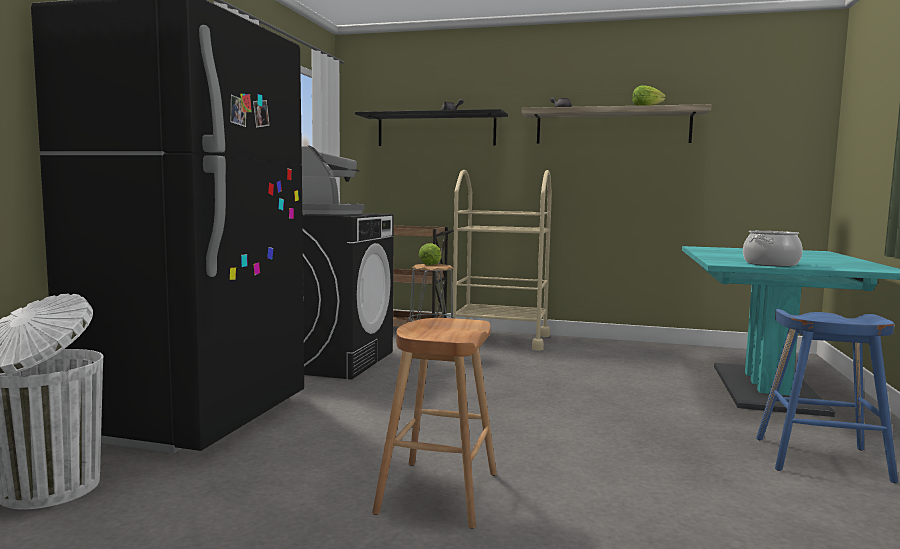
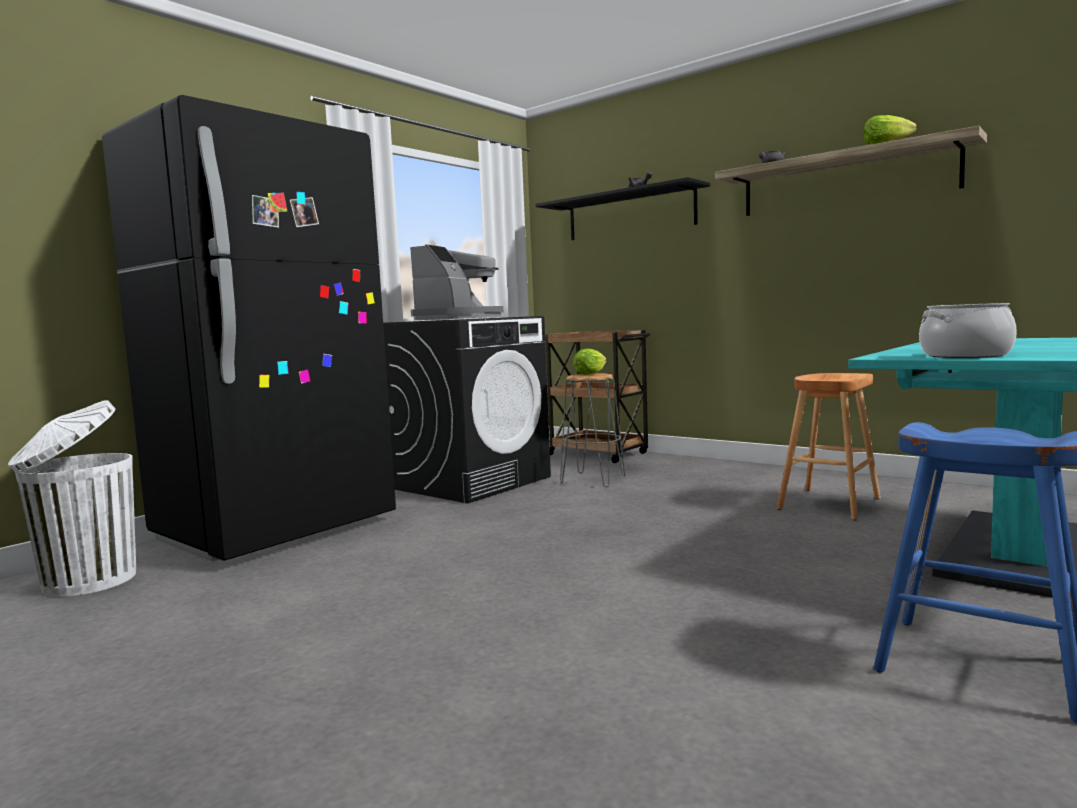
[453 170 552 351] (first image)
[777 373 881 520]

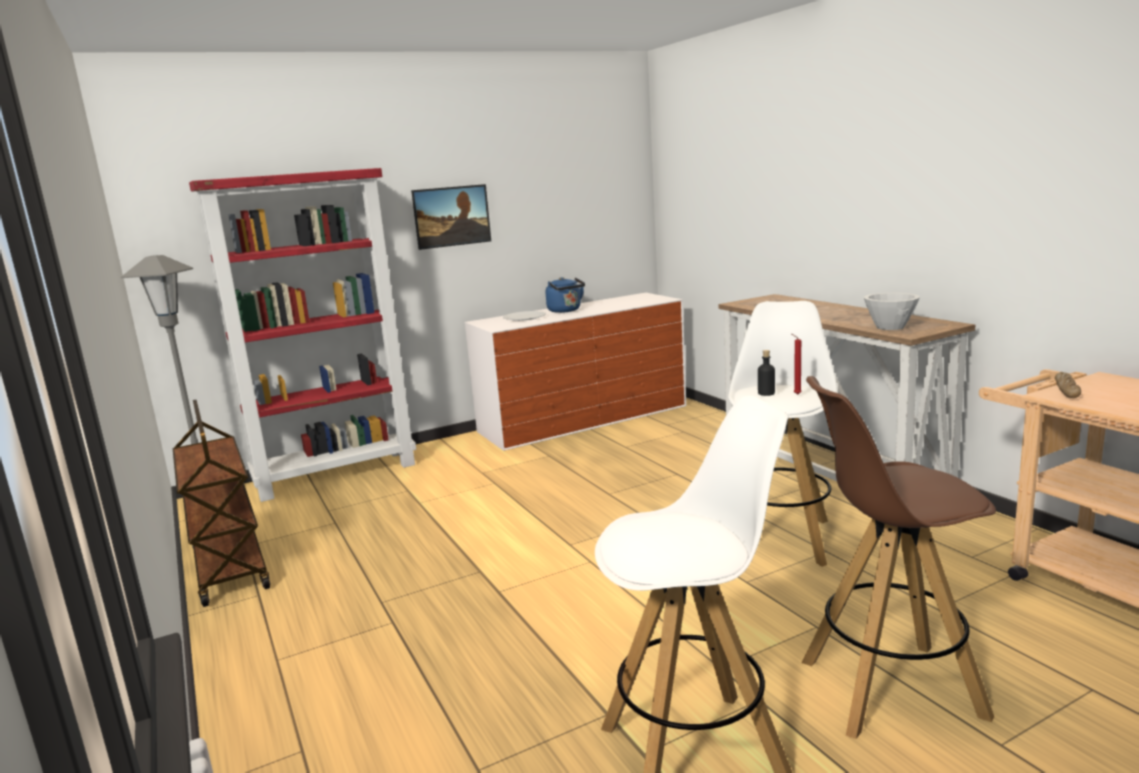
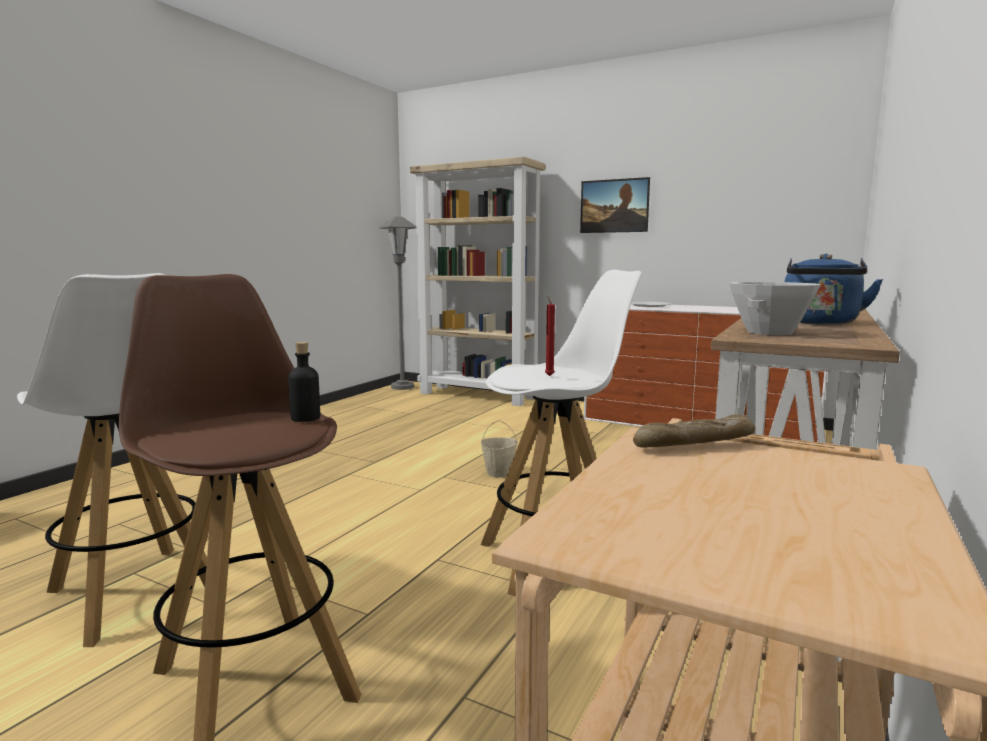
[410 157 545 406]
[785 254 883 325]
[288 342 320 422]
[172 400 270 607] (first image)
[481 420 518 478]

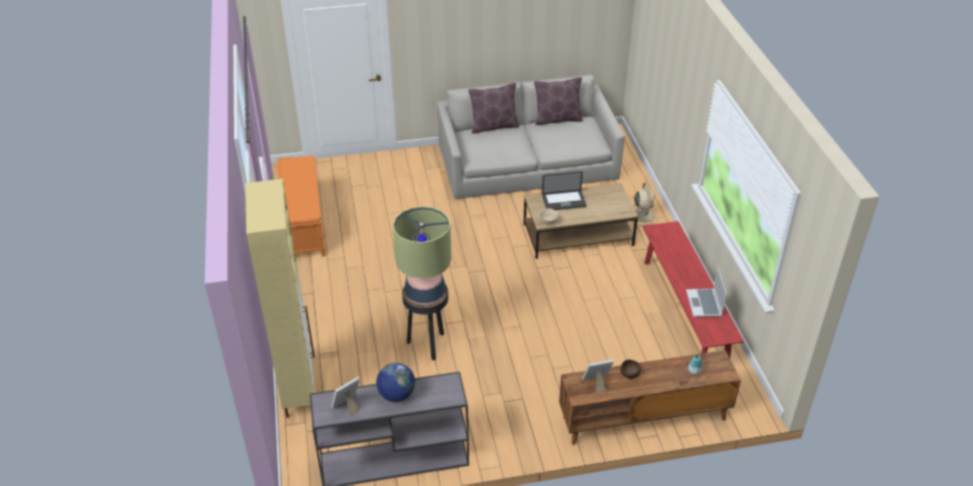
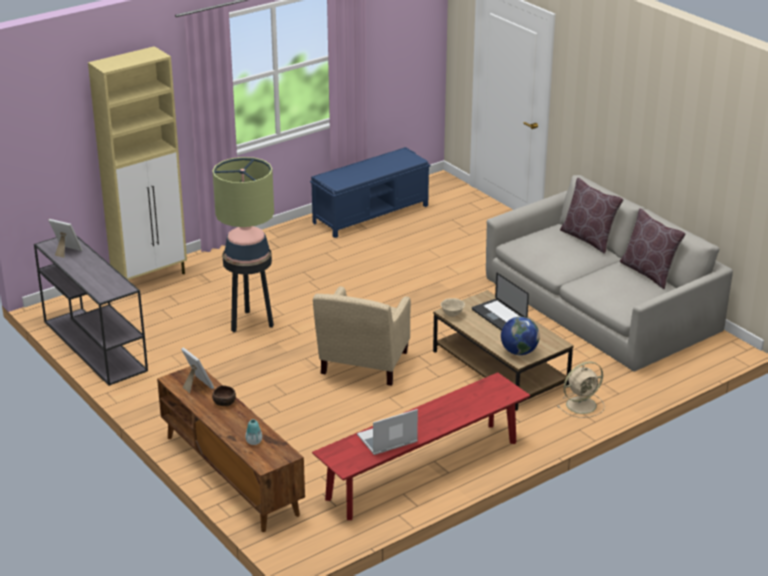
[310 147 430 238]
[501 317 540 355]
[313 286 411 386]

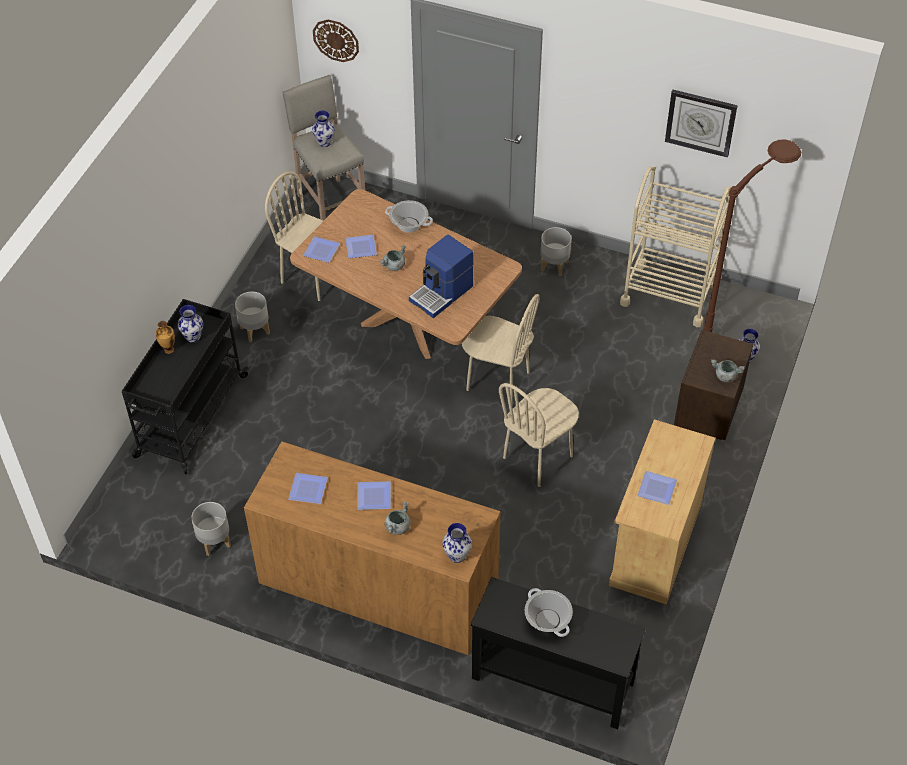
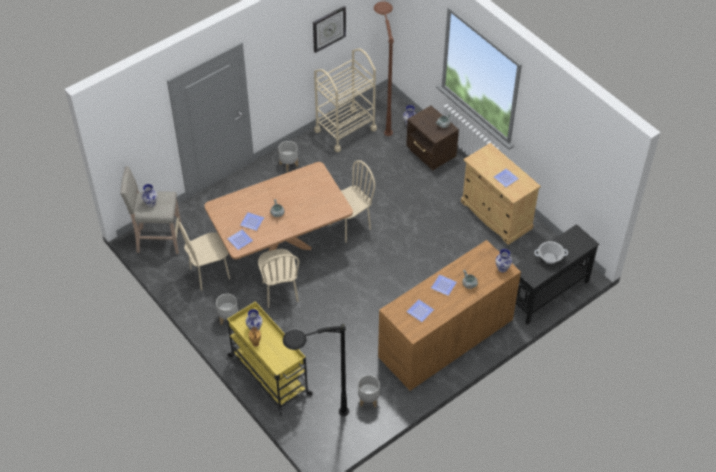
[313 19 359 62] (first image)
[385 200 433 233] (first image)
[409 235 474 318] (first image)
[226 301 313 416]
[258 249 300 308]
[283 324 349 416]

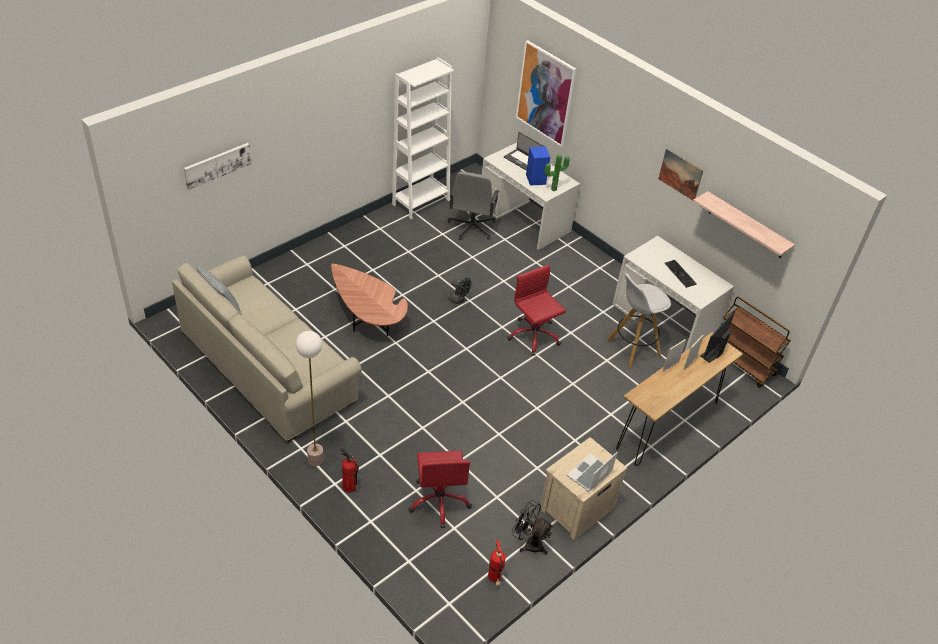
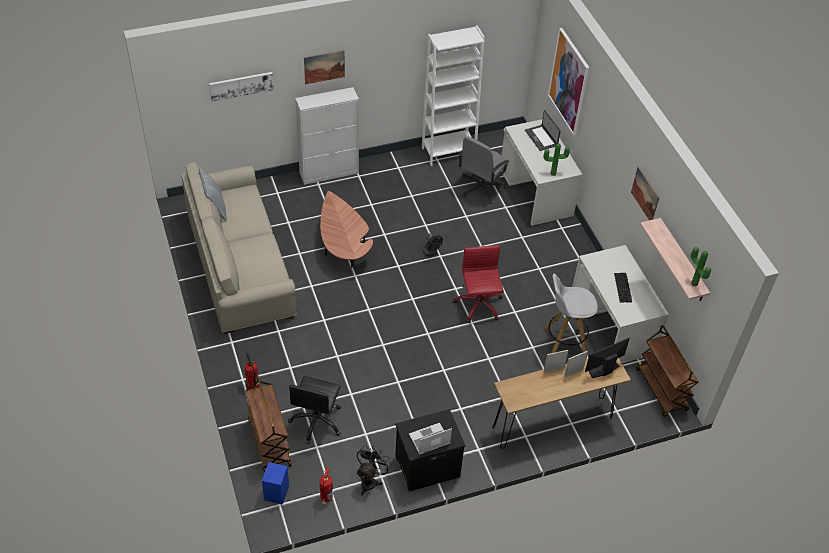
[262 462 289 505]
[296 331 324 466] (first image)
[395 409 466 492]
[288 376 341 444]
[356 445 392 495]
[304 50 345 84]
[295 87 359 185]
[691 247 711 287]
[245 375 291 473]

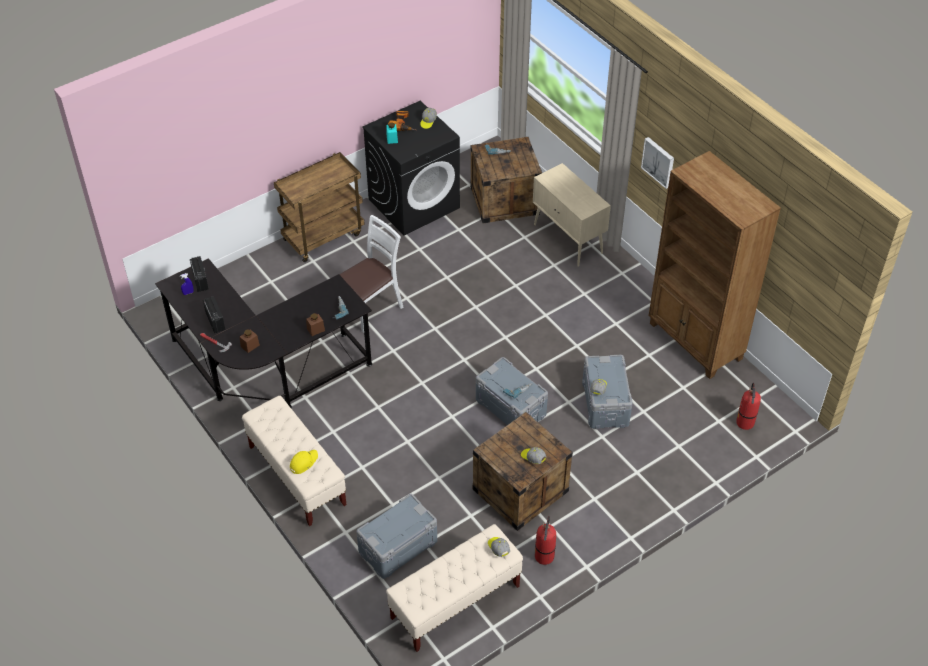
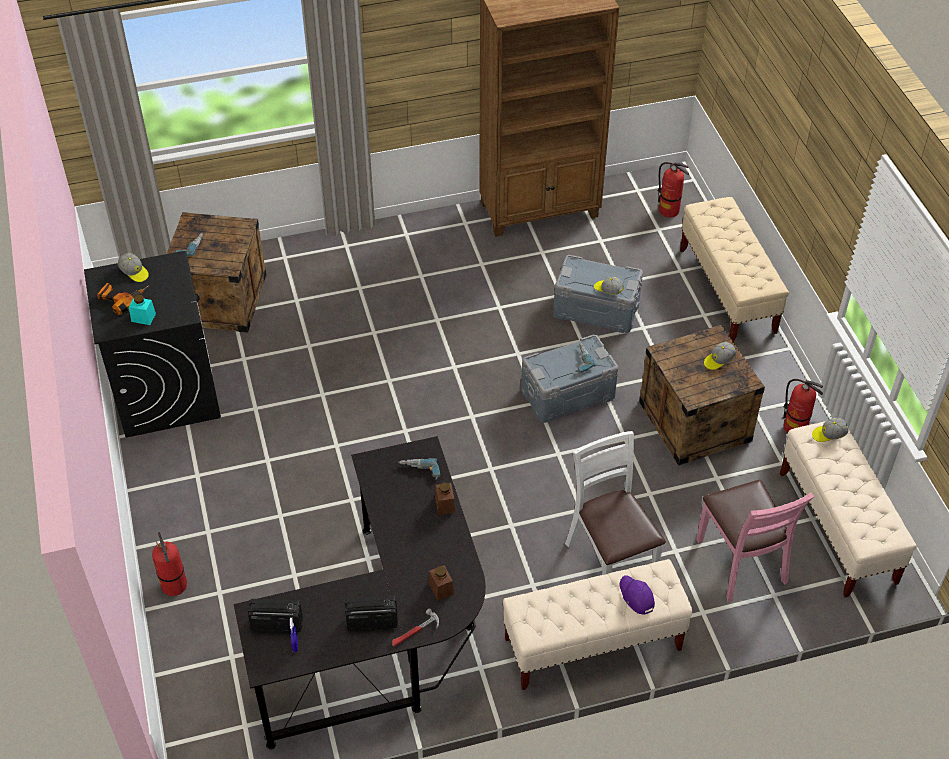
[641 137 674 189] (first image)
[274 152 365 262] (first image)
[533 163 611 267] (first image)
[565 431 666 575]
[619 575 655 615]
[696 480 814 602]
[680 197 789 342]
[152 532 187 596]

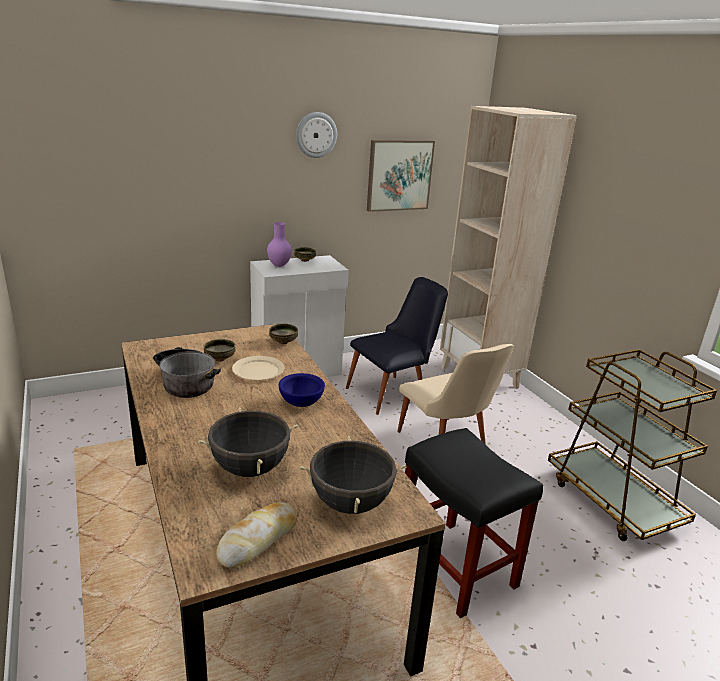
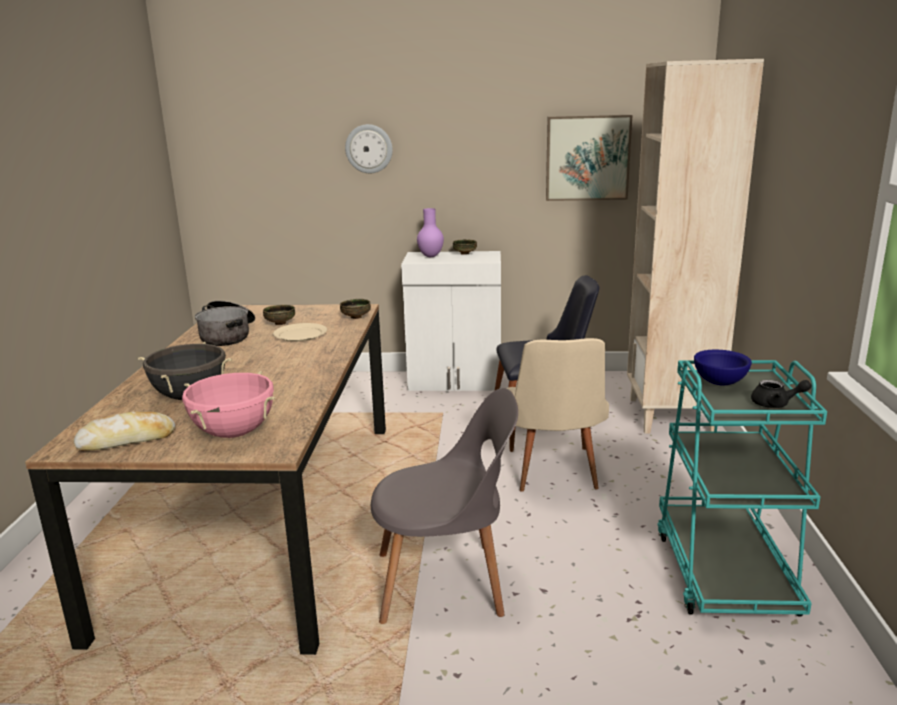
[345 124 393 173]
[657 360 827 616]
[694 350 752 385]
[371 388 518 624]
[182 371 275 438]
[751 380 812 408]

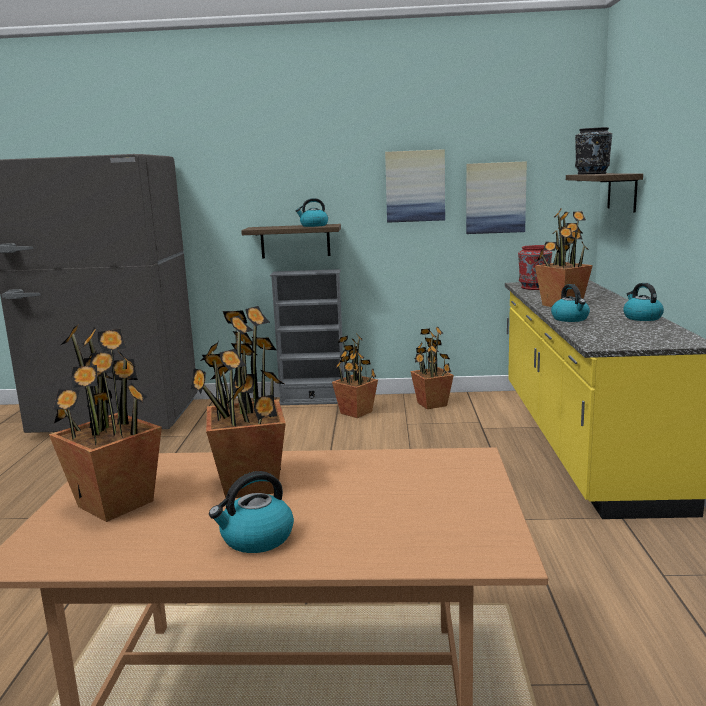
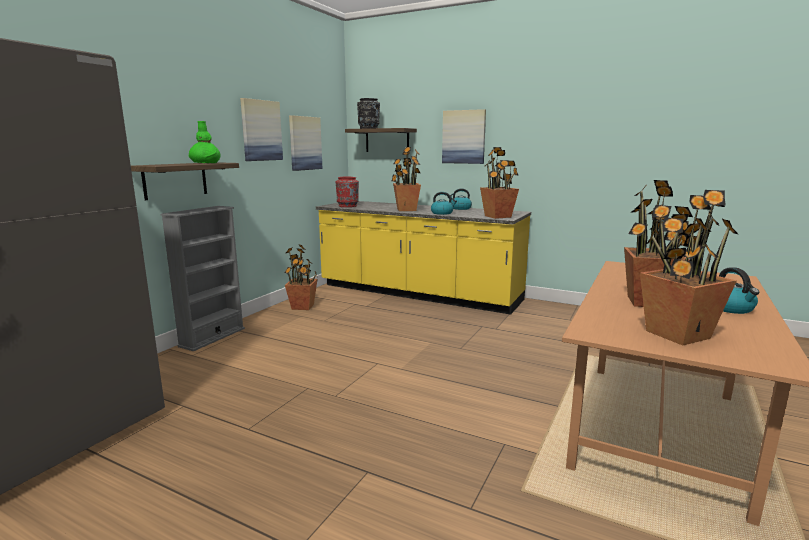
[189 121 221 163]
[480 147 519 219]
[442 109 486 164]

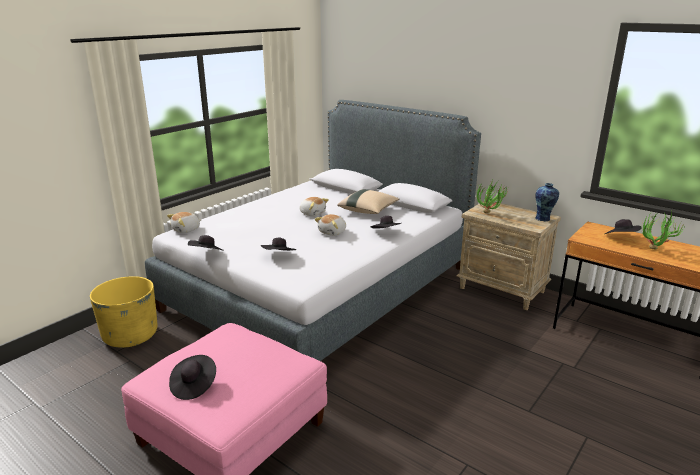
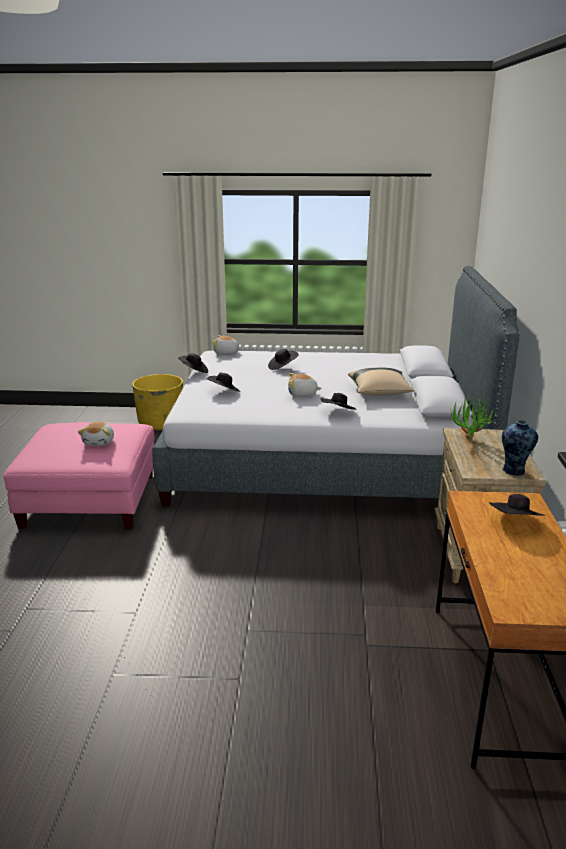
[78 422 114 446]
[642 210 684 250] (first image)
[268 349 299 370]

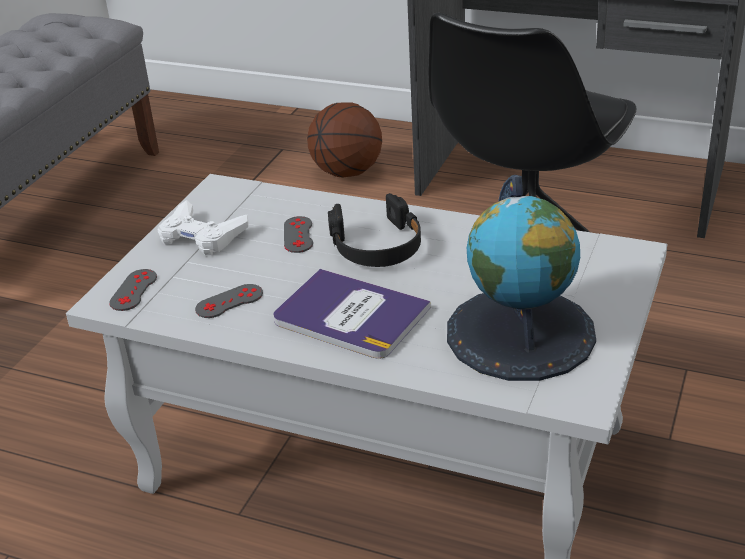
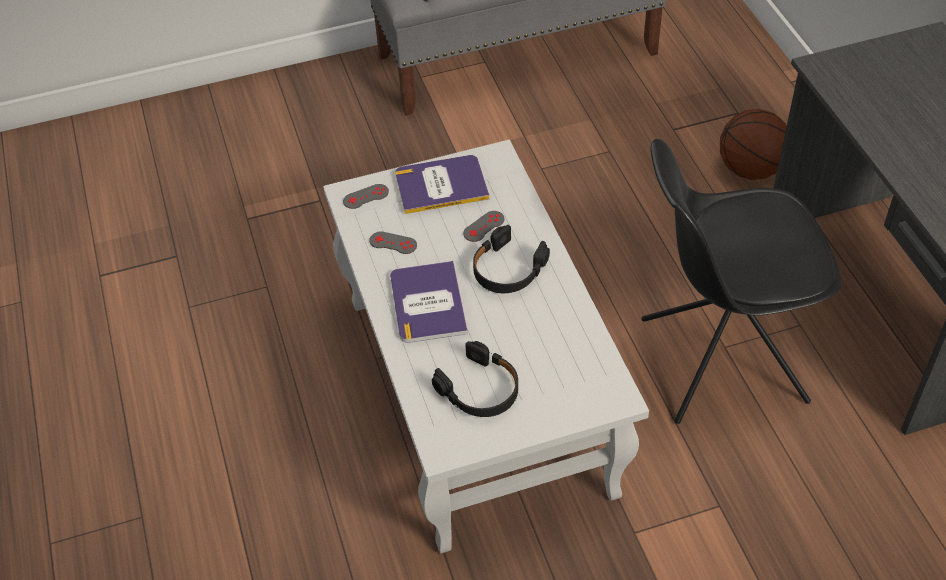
[432 341 518 417]
[395 155 490 214]

